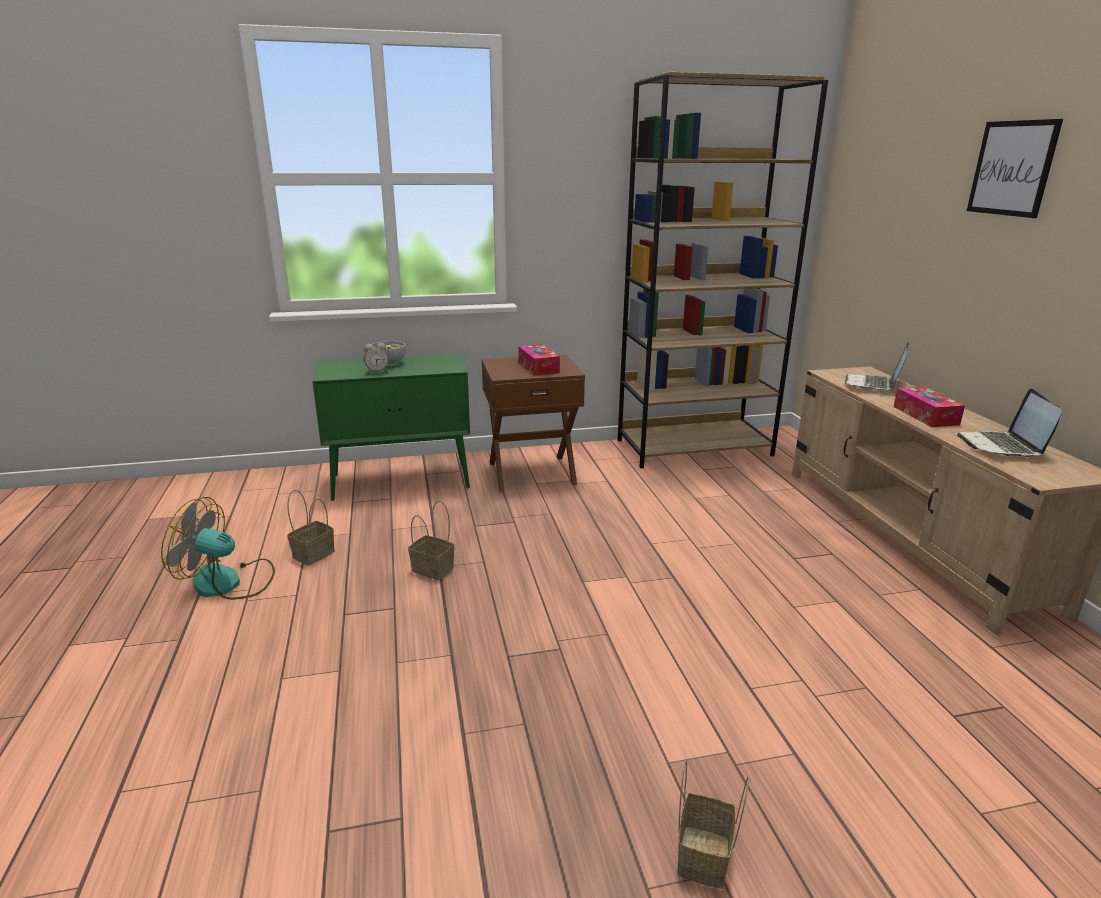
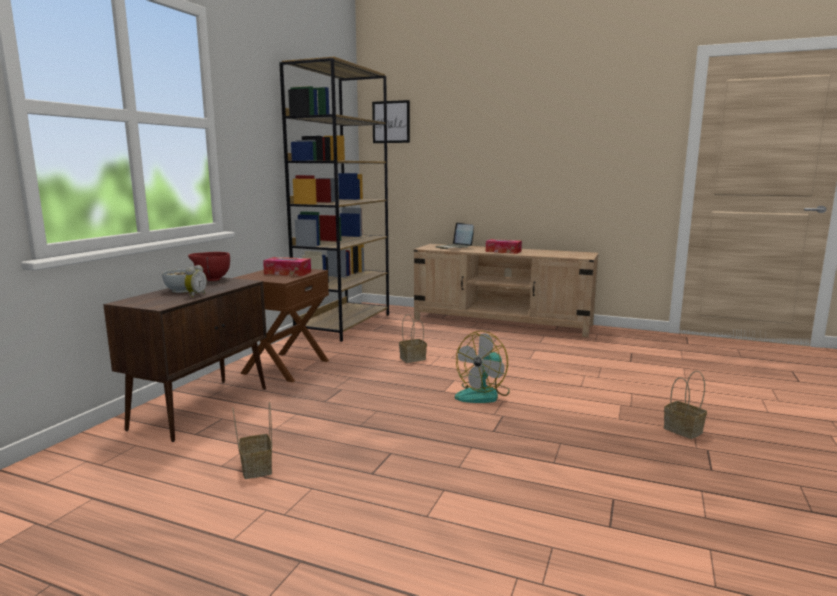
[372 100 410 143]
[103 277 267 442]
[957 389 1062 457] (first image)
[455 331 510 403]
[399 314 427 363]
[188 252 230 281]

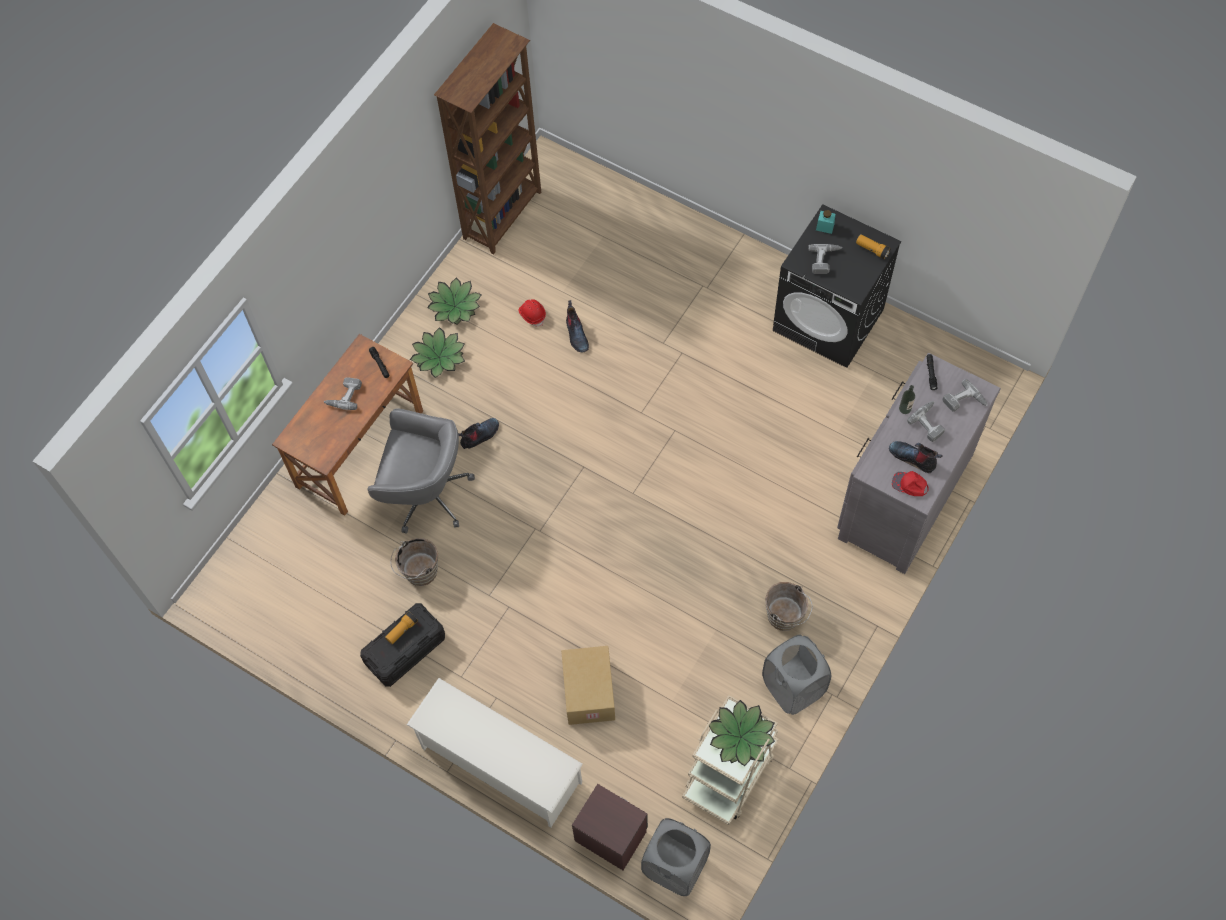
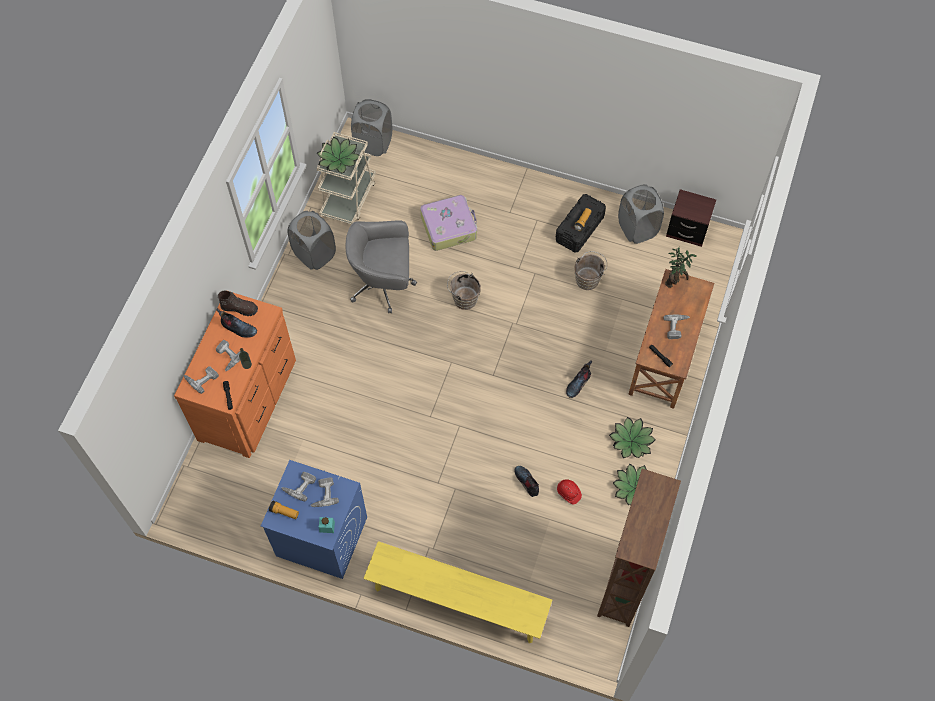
[261 460 367 579]
[174 293 296 458]
[346 220 417 313]
[218 291 258 316]
[447 271 481 310]
[420 195 477 251]
[407 678 583 827] (first image)
[666 189 716 247]
[618 184 664 244]
[665 247 696 288]
[282 472 316 501]
[364 541 552 643]

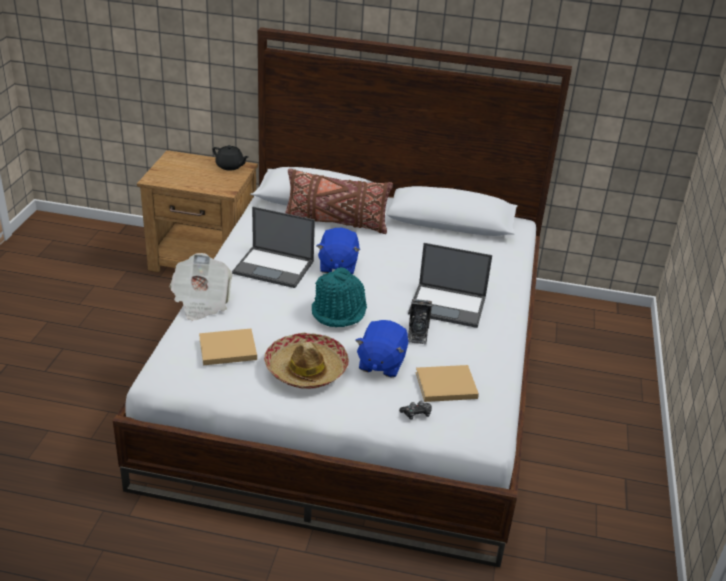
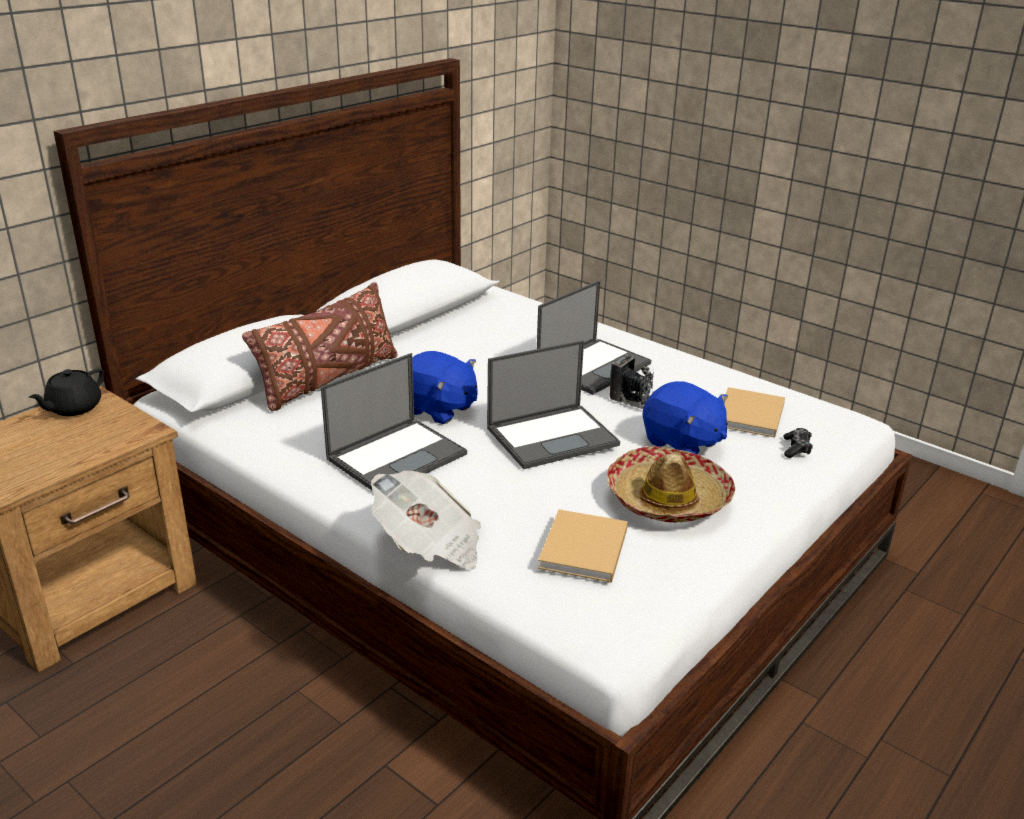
[29 368 104 416]
[487 340 620 469]

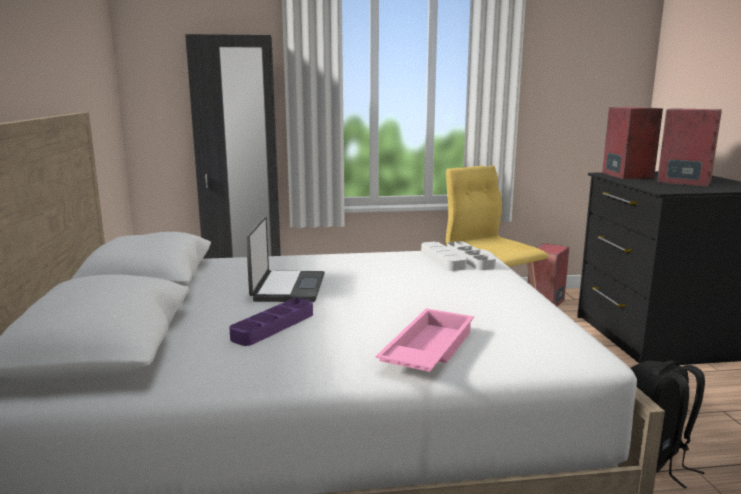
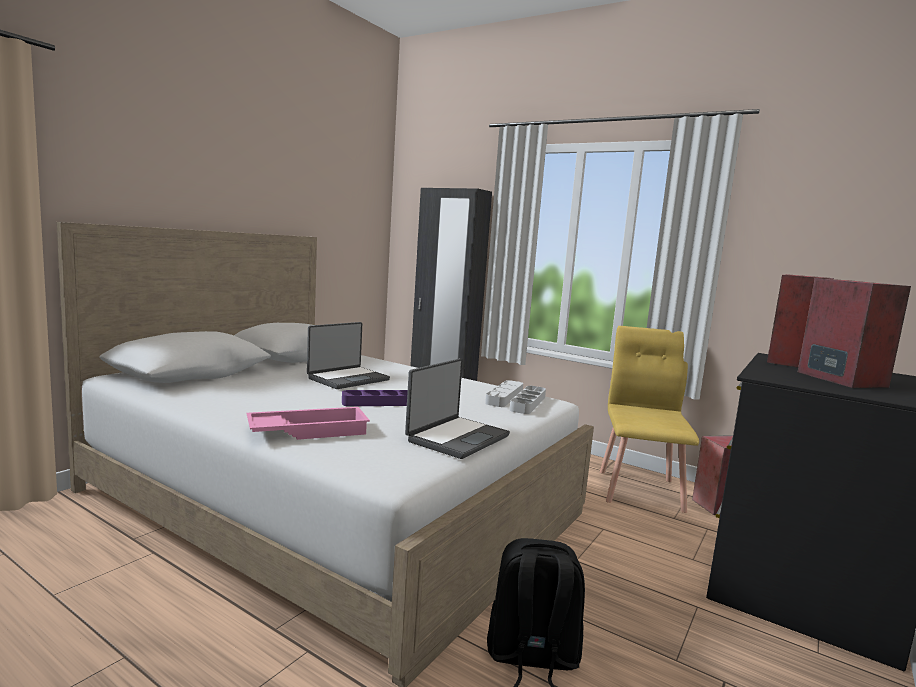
[342 390 408 406]
[405 358 510 459]

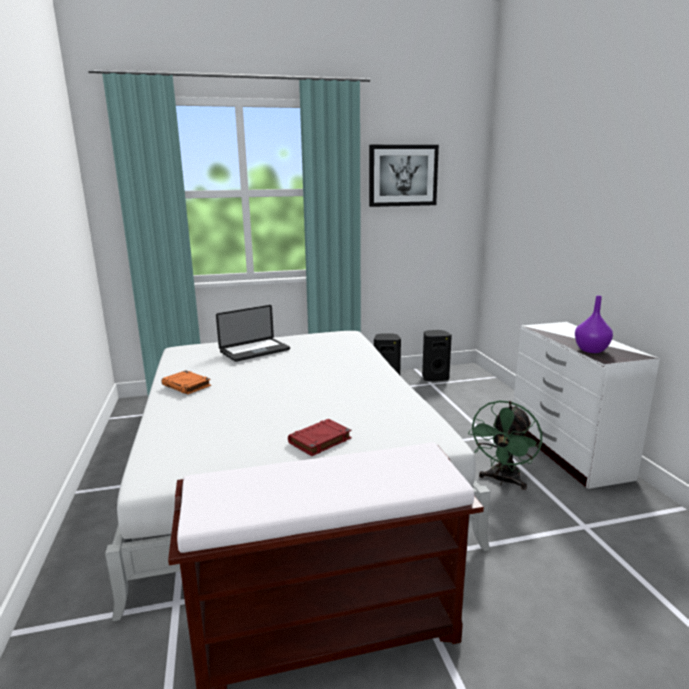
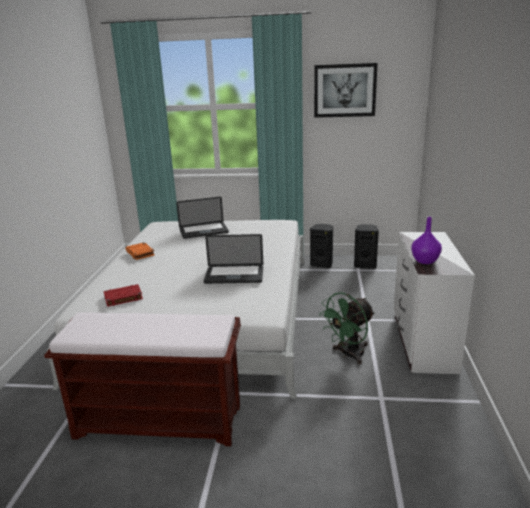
[104 284 143 307]
[204 234 263 284]

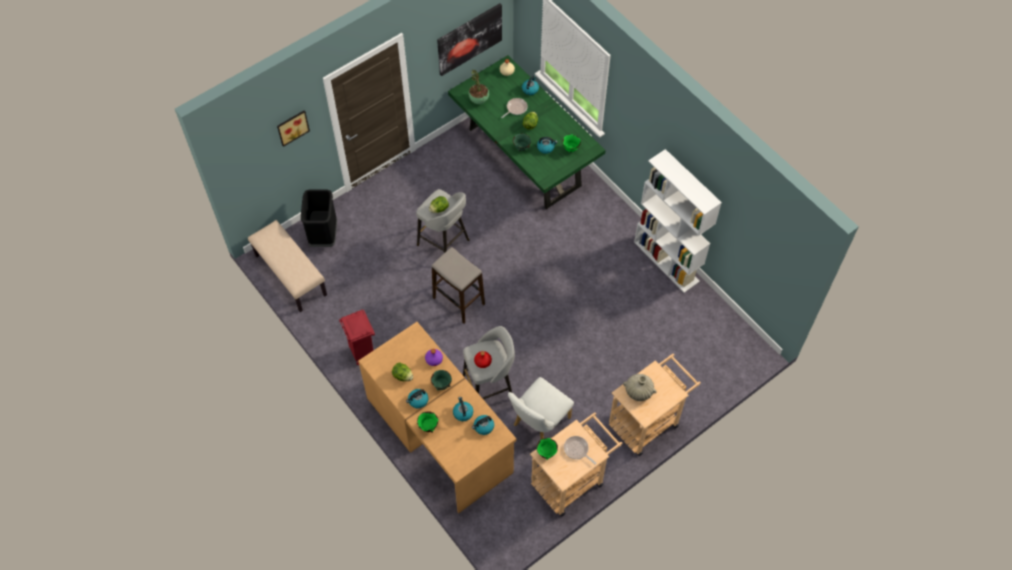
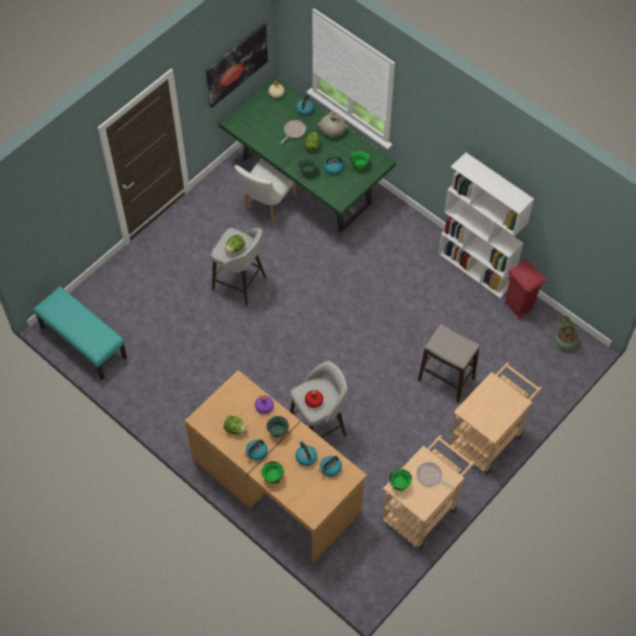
[555 316 578 349]
[277 111 310 147] (first image)
[301 189 337 247] (first image)
[33 286 127 380]
[418 324 480 403]
[504 259 547 319]
[317 111 348 138]
[235 158 296 224]

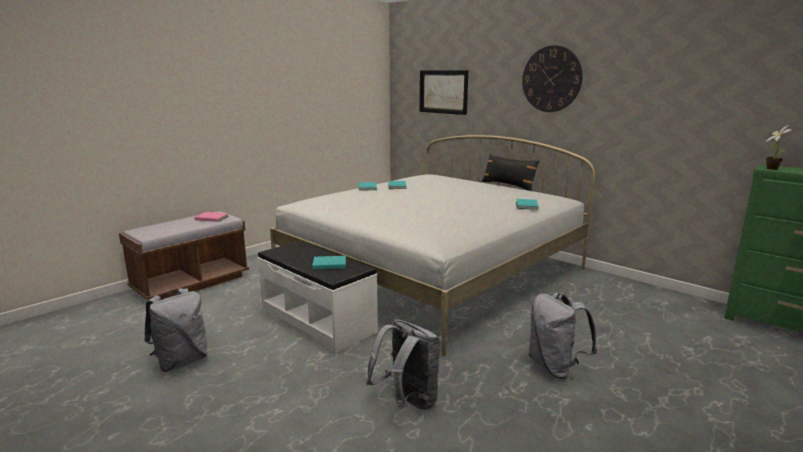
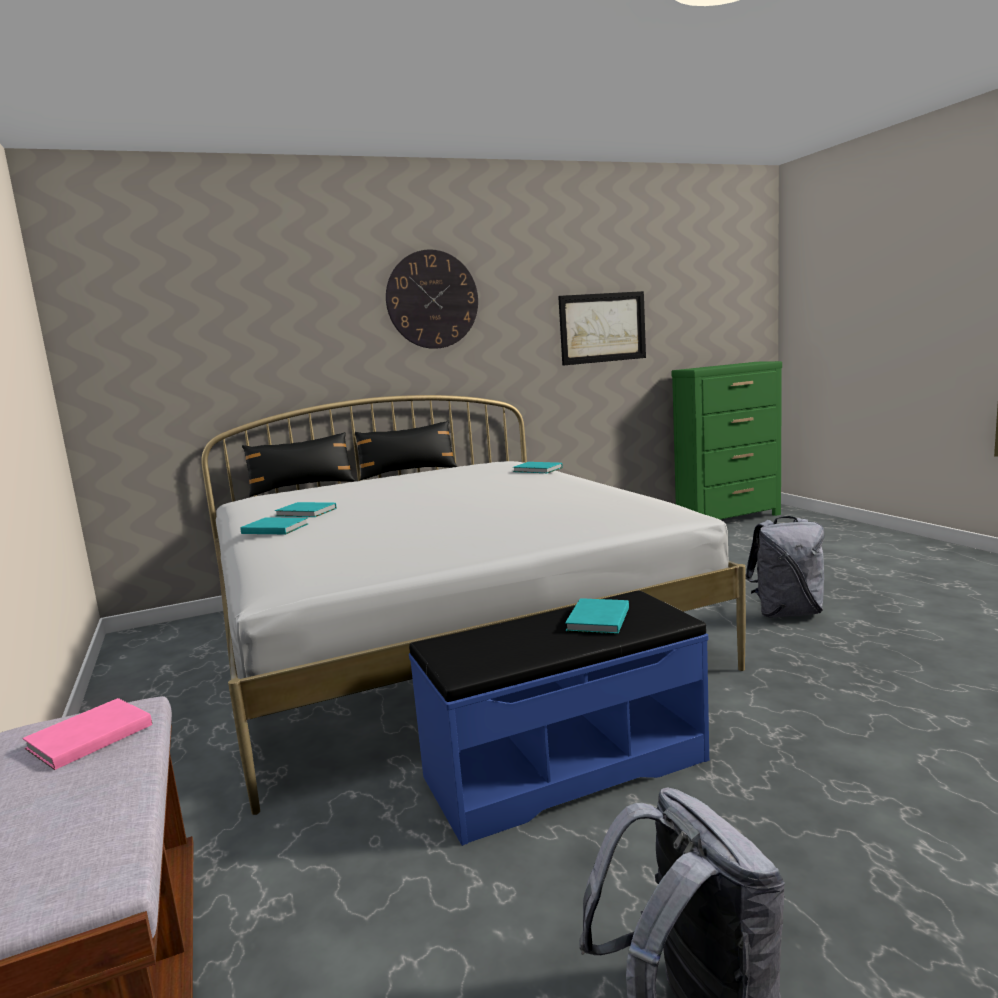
[558 291 646 365]
[766 125 792 170] (first image)
[409 591 709 846]
[366 319 440 410] (first image)
[242 432 356 497]

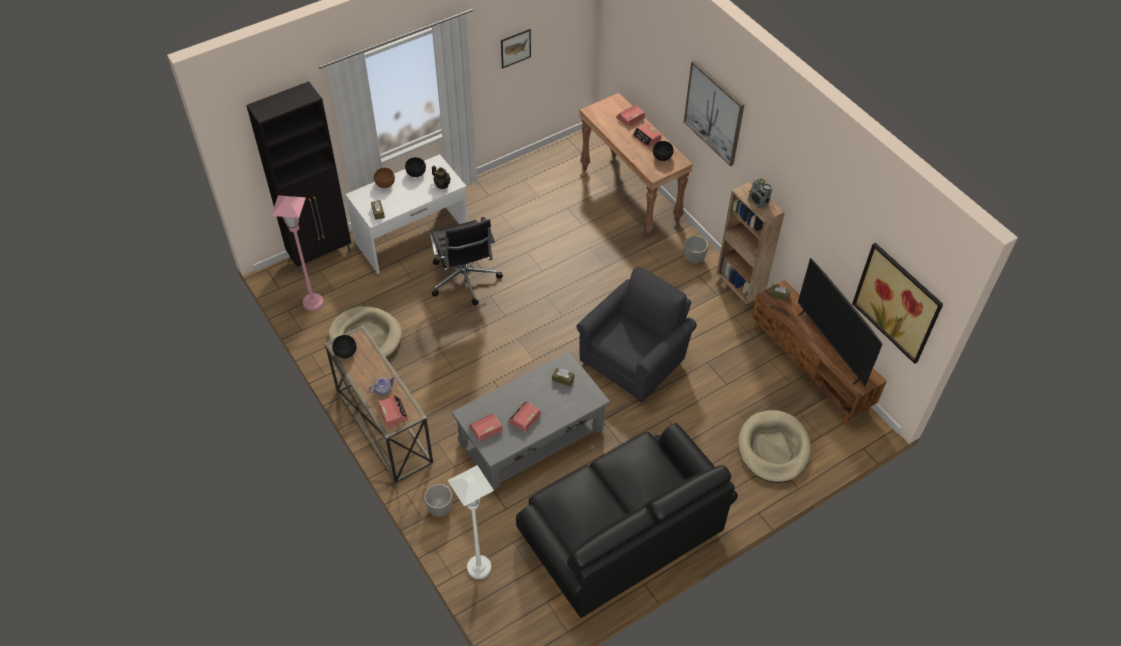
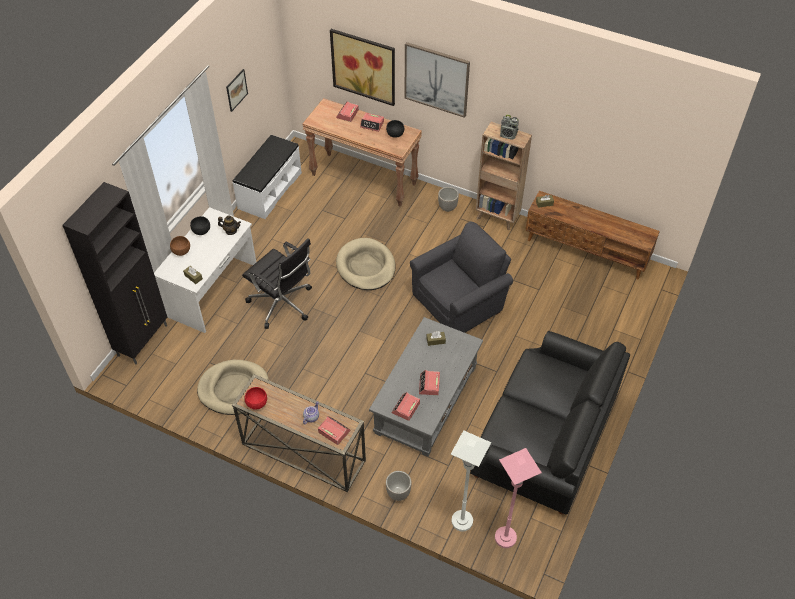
[495 448 542 548]
[330 29 395 106]
[798 258 882 387] (first image)
[410 221 513 333]
[244 387 267 410]
[336 238 396 290]
[232 135 302 219]

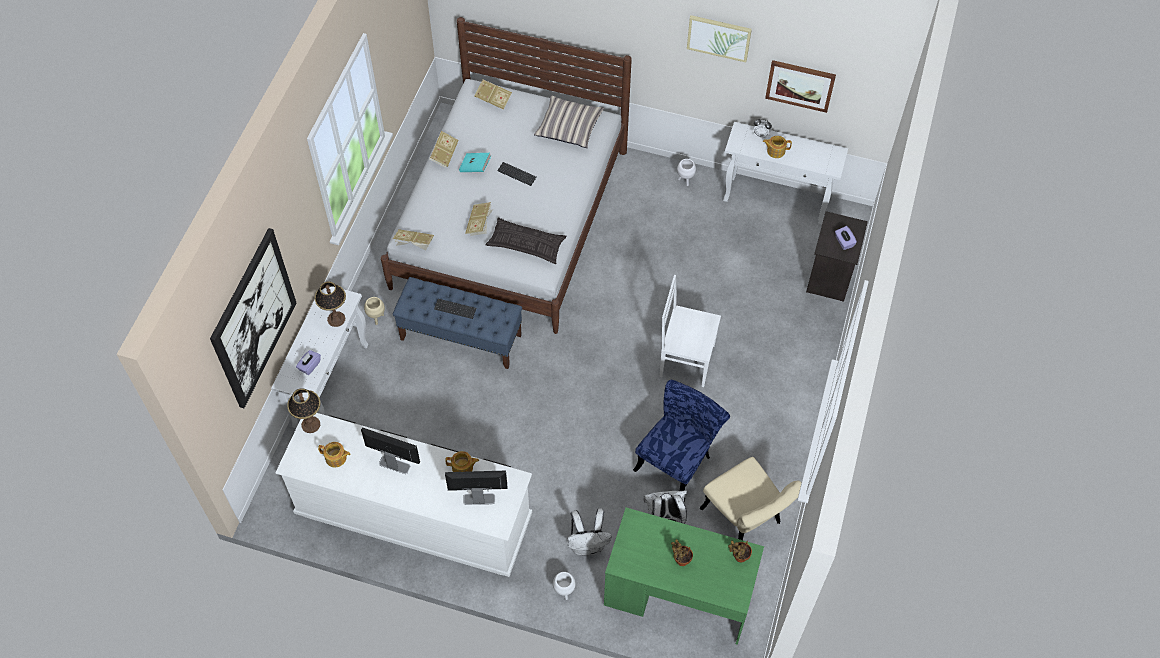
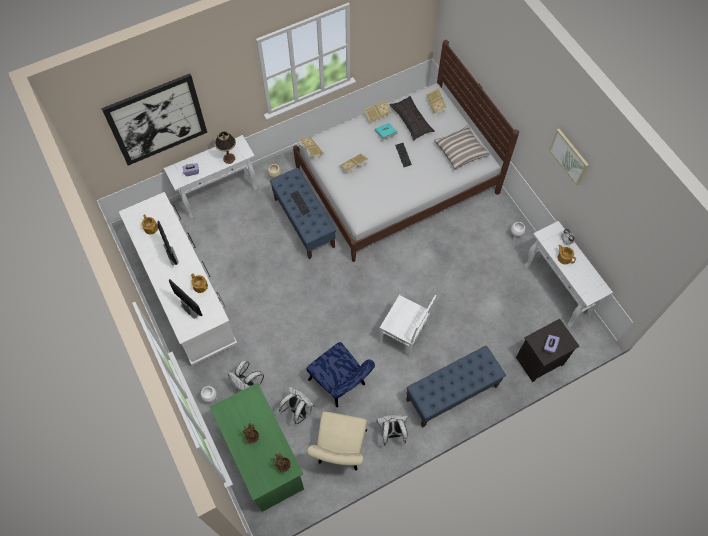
[765 60 836 113] (first image)
[389 96 435 141]
[380 295 436 357]
[306 342 375 407]
[287 388 321 433] (first image)
[406 346 506 428]
[376 415 408 446]

